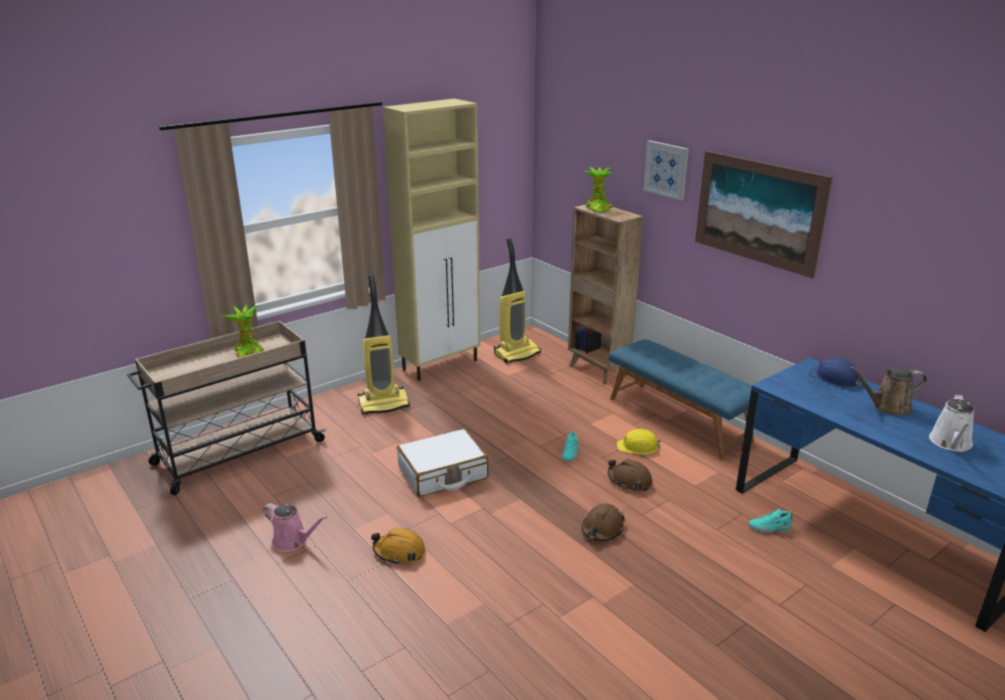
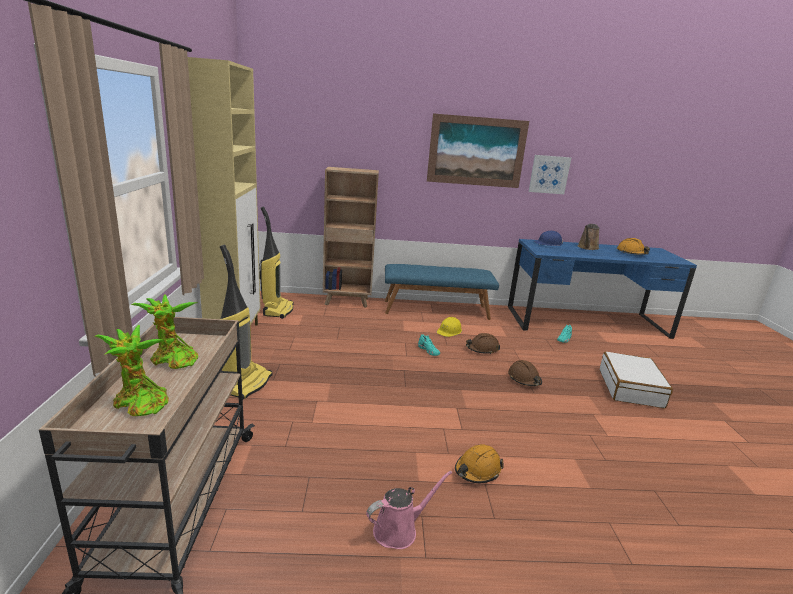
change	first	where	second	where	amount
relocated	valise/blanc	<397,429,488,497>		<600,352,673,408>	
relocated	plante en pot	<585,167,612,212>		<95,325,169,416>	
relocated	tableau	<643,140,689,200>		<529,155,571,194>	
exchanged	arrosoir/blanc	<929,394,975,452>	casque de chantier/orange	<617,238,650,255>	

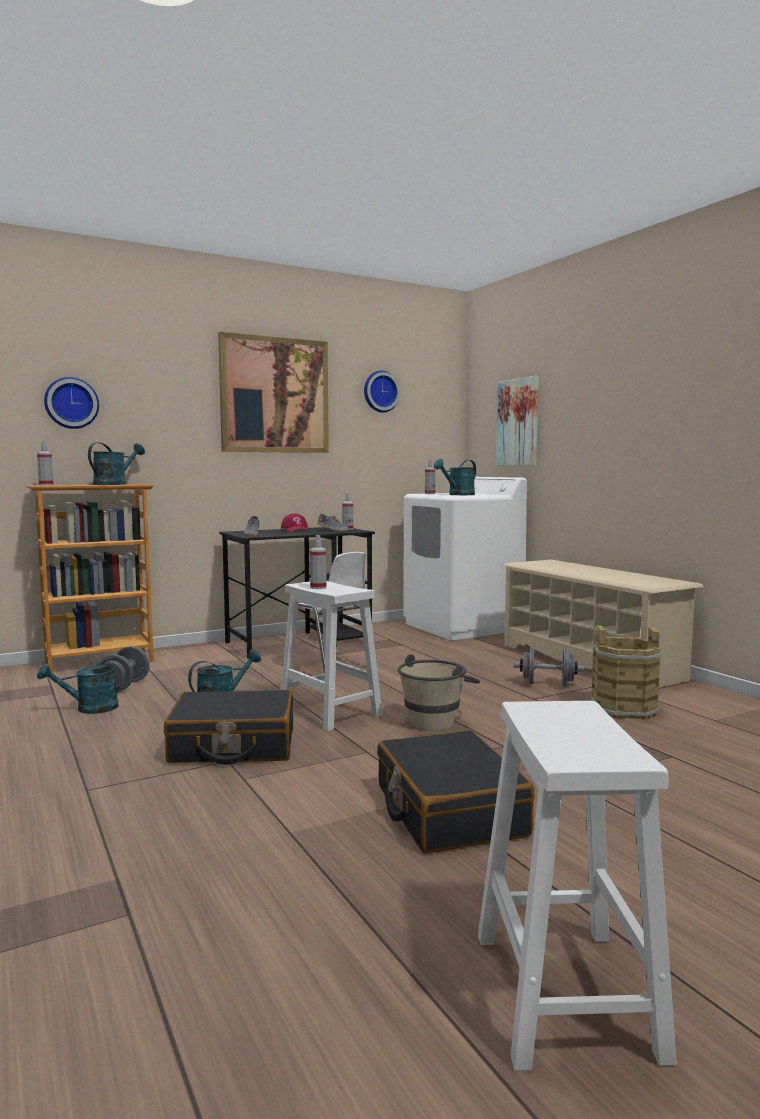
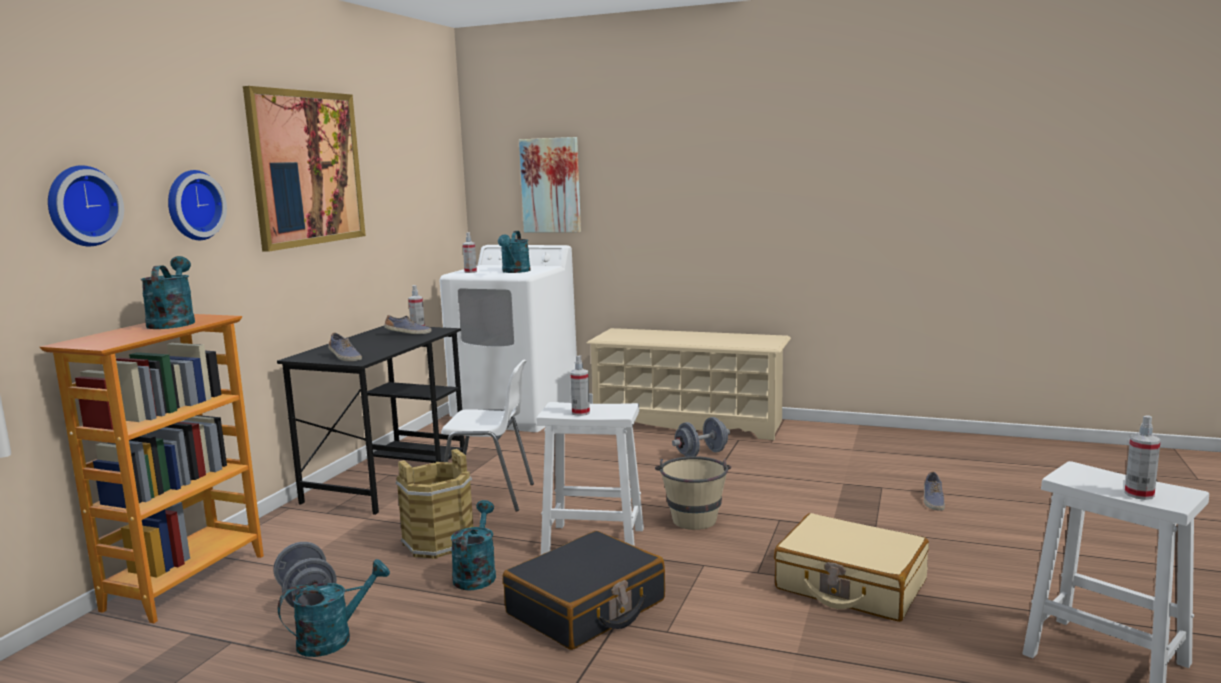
change	first	where	second	where	amount
missing	casquette/rouge	<281,513,309,532>			
appeared			chaussure	<924,472,945,511>	
relocated	vaporisateur	<37,441,53,486>		<1125,415,1161,500>	
relocated	horloge murale	<364,371,400,413>		<168,170,227,240>	
relocated	seau/marron	<590,625,662,720>		<396,449,473,559>	
colour	valise/noir	<377,730,535,854>	valise/beige	<774,513,929,622>	
spun	arrosoir/turquoise	<37,656,127,714>		<278,559,390,657>	150 degrees counterclockwise

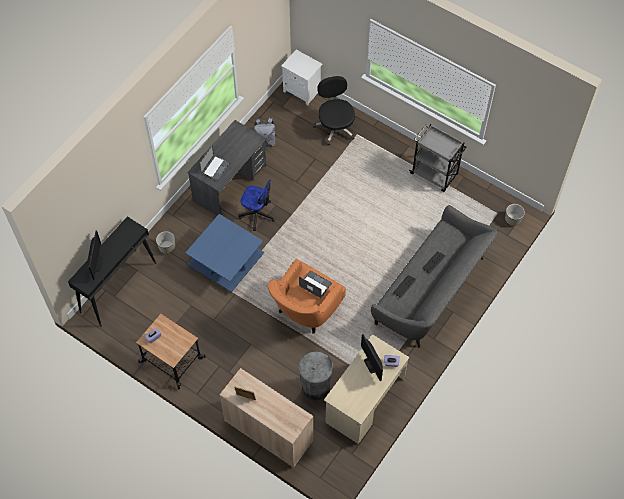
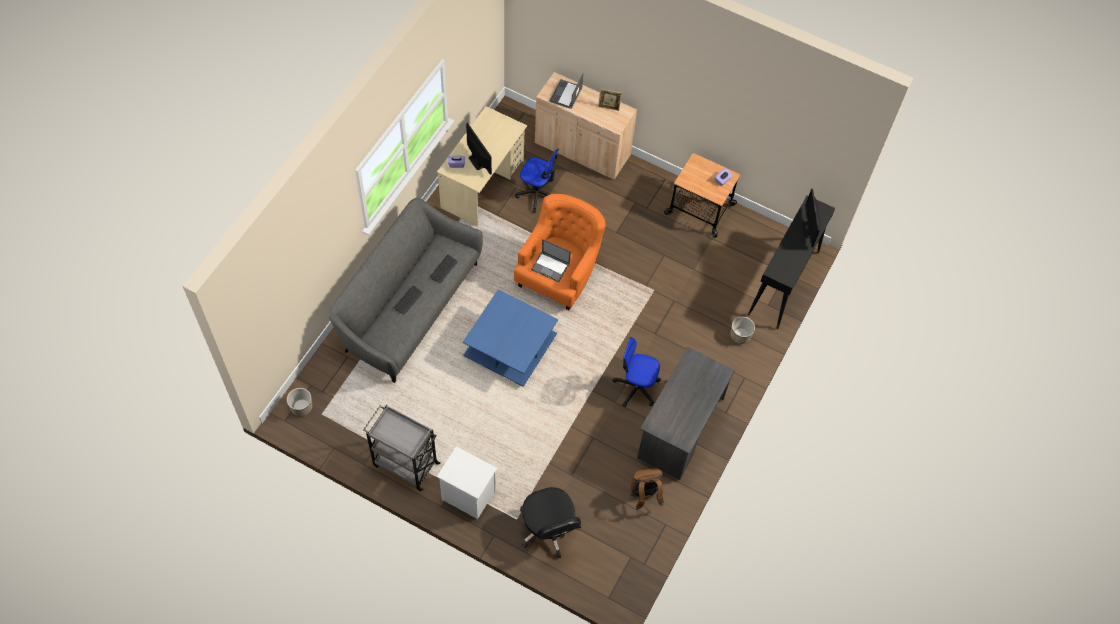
change	first	where	second	where	amount
relocated	table basse/bleu	<185,214,264,292>		<463,290,558,387>	
relocated	ordinateur portable	<199,145,231,181>		<550,74,583,109>	
relocated	table de chevet/blanc	<281,50,323,106>		<437,446,497,519>	
exchanged	poubelle/gris	<299,352,333,400>	chaise de bureau	<515,149,559,213>	
colour	sac à dos/gris	<254,118,277,147>	sac à dos/marron	<630,468,664,510>	

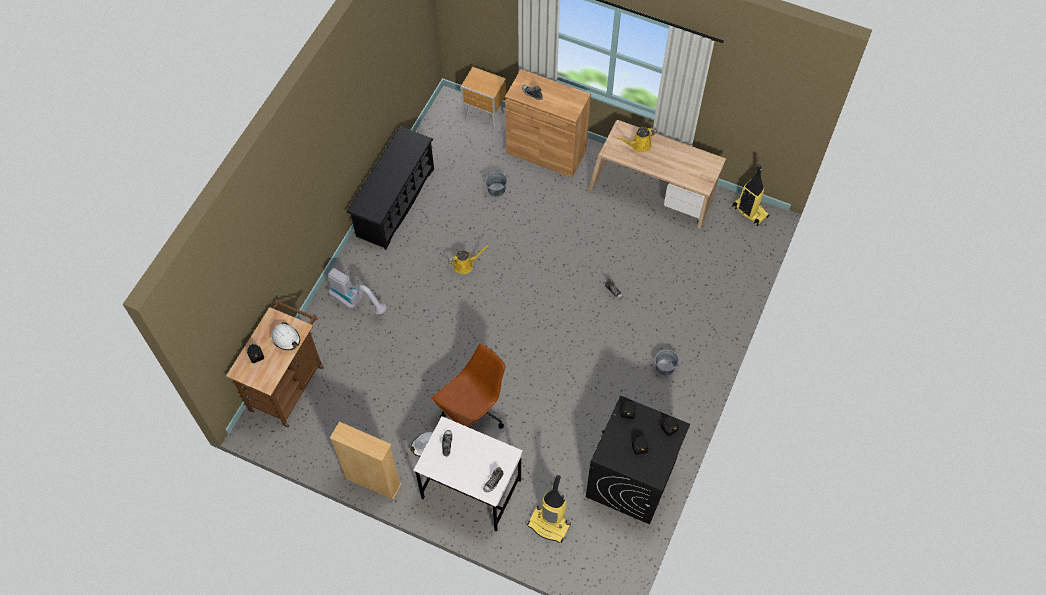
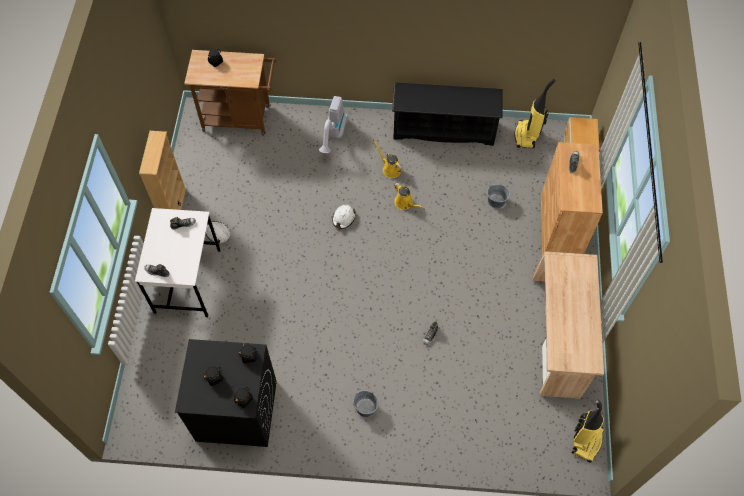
change	first	where	second	where	amount
missing	chaise de bureau/marron	<431,344,505,429>			
relocated	casque de chantier/blanc	<272,322,300,350>		<332,205,356,229>	
relocated	aspirateur	<527,475,571,543>		<514,79,555,148>	
relocated	arrosoir/jaune	<617,127,657,152>		<374,141,403,178>	

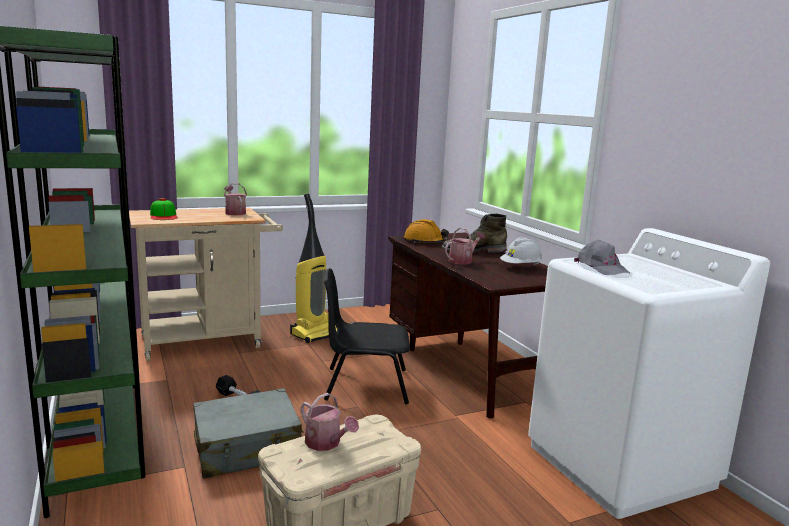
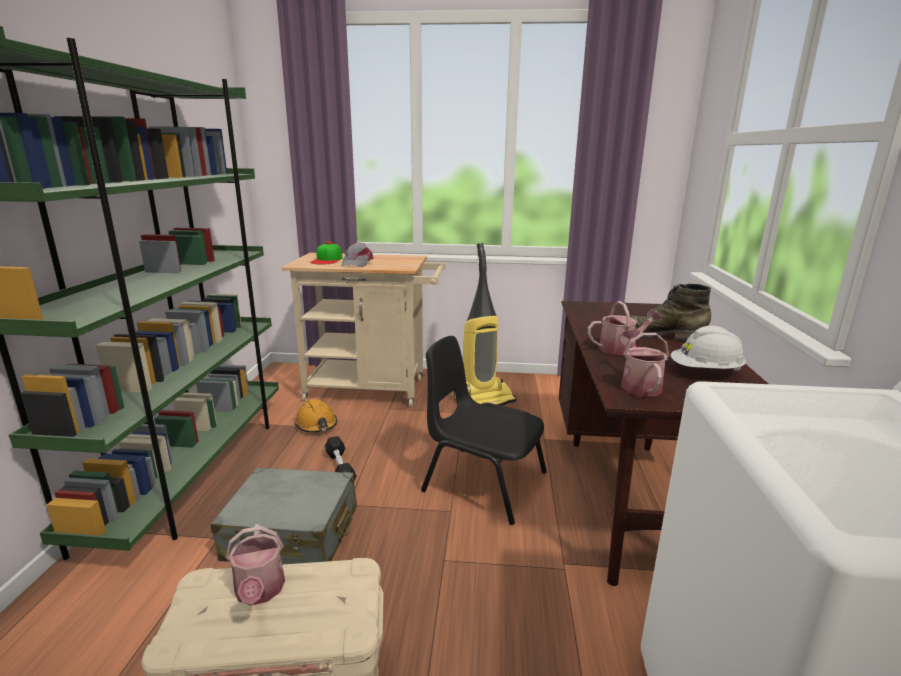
change	first	where	second	where	amount
relocated	arrosoir	<224,183,247,215>		<622,329,669,396>	
relocated	casque de chantier/orange	<404,219,449,243>		<295,399,337,433>	
relocated	casquette/gris	<574,240,630,275>		<341,242,374,267>	

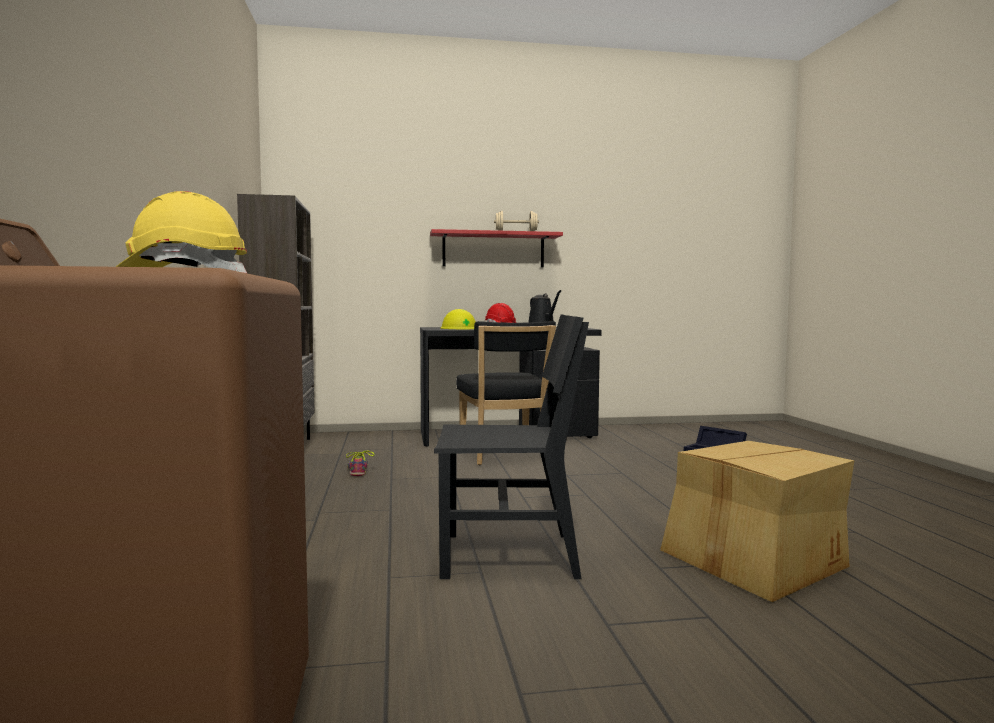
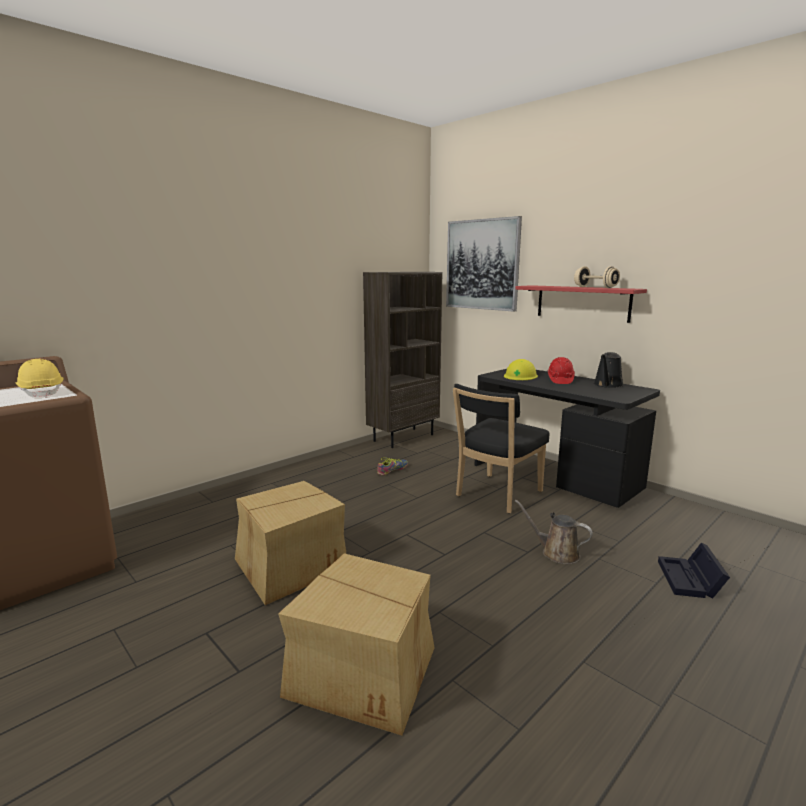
change	first	where	second	where	amount
appeared			tableau	<446,216,522,312>	
appeared			arrosoir/marron	<515,500,593,564>	
exchanged	chaise/noir	<434,315,589,579>	carton	<235,481,347,605>	

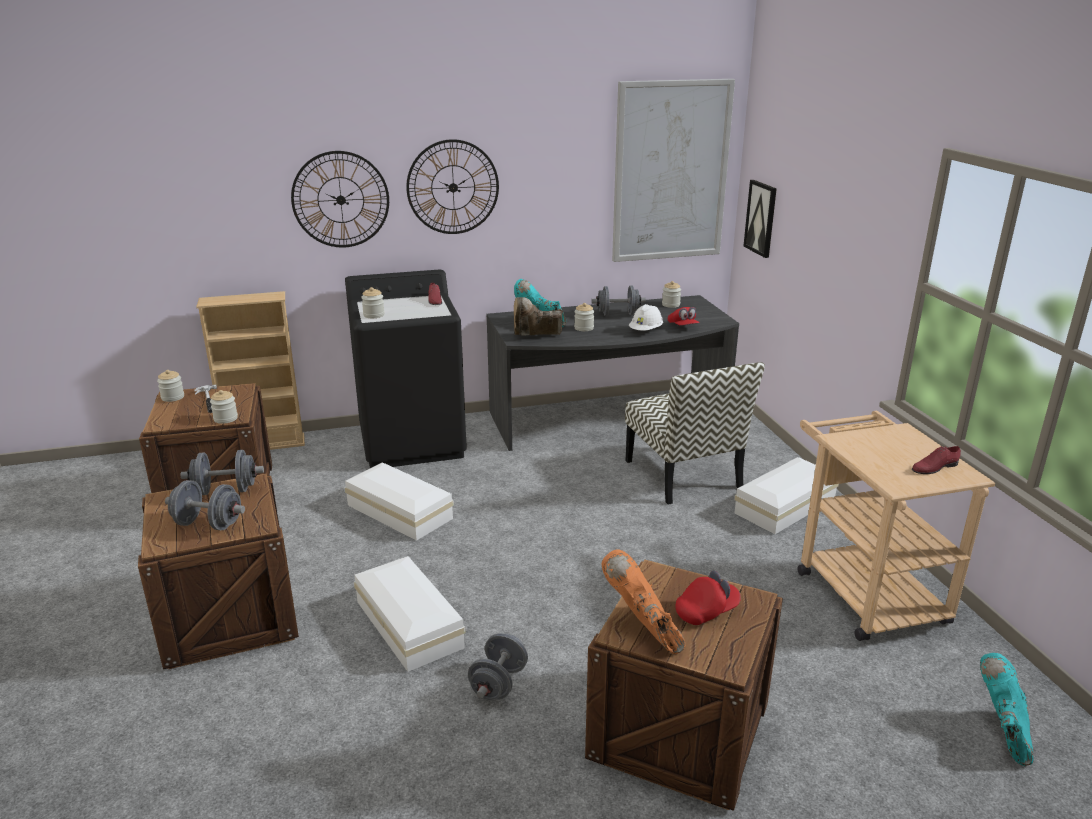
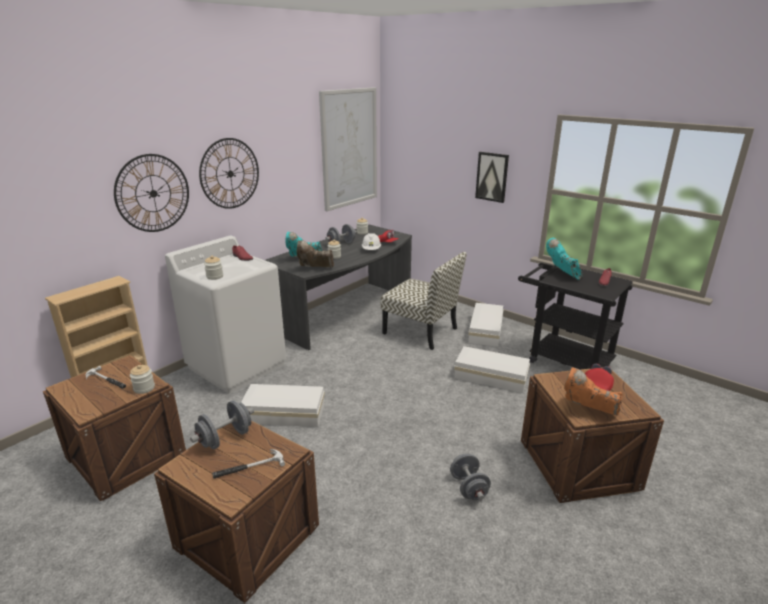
change	first	where	second	where	amount
missing	bocal	<157,370,184,402>			
relocated	boîte de rangement/blanc	<354,556,466,672>		<454,346,530,393>	
relocated	tableau	<743,180,777,258>		<475,152,509,203>	
relocated	botte/turquoise	<980,653,1034,766>		<546,238,582,280>	
exchanged	haltère/gris	<165,480,245,530>	marteau	<212,449,285,479>	
colour	lave-linge/noir	<345,269,467,468>	lave-linge/blanc	<165,236,286,394>	
colour	chariot/beige	<797,411,995,641>	chariot/noir	<518,263,633,370>	
spun	botte/marron	<514,297,563,335>		<297,240,334,268>	45 degrees clockwise

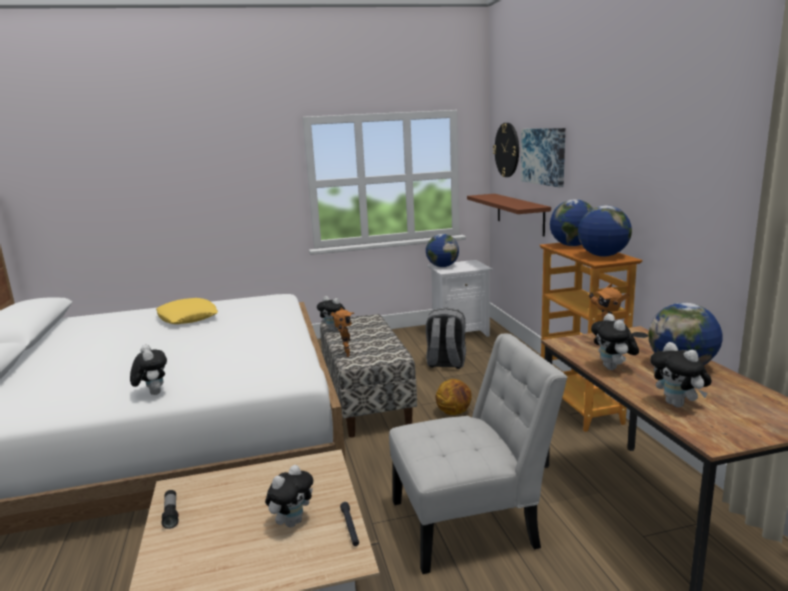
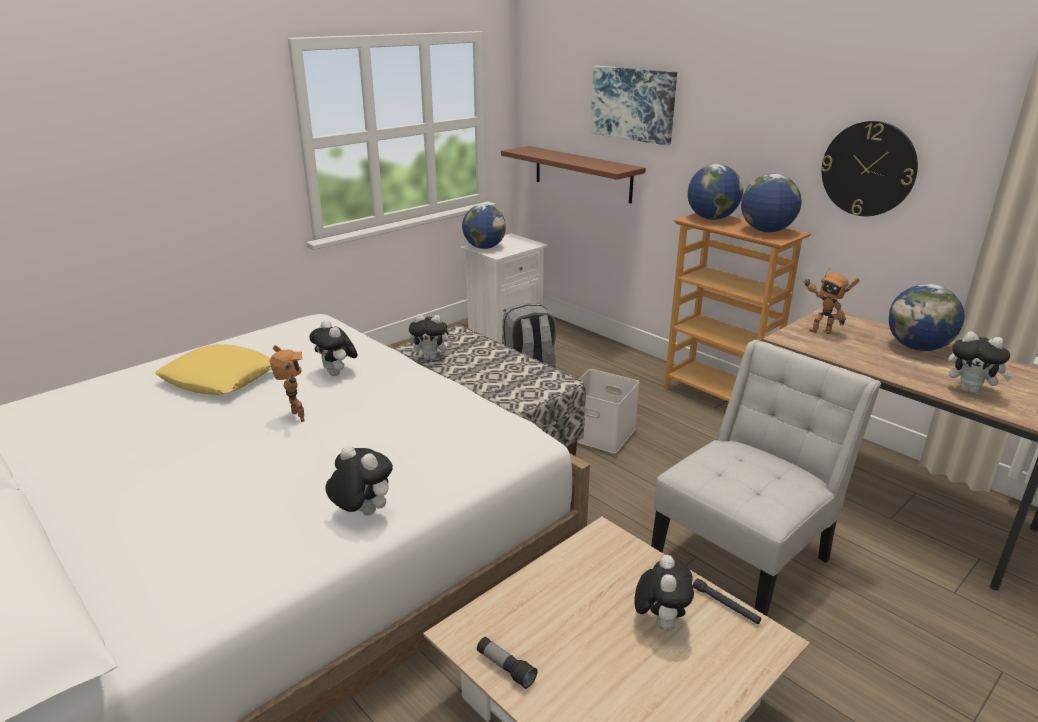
change	first	where	second	where	amount
relocated	robot jouet	<331,307,354,357>		<270,345,304,422>	
relocated	horloge murale	<493,123,519,177>		<821,121,918,216>	
relocated	peluche	<591,313,639,370>		<309,320,358,376>	
exchanged	ballon de basket	<436,379,472,415>	boîte de rangement/blanc	<577,369,640,454>	

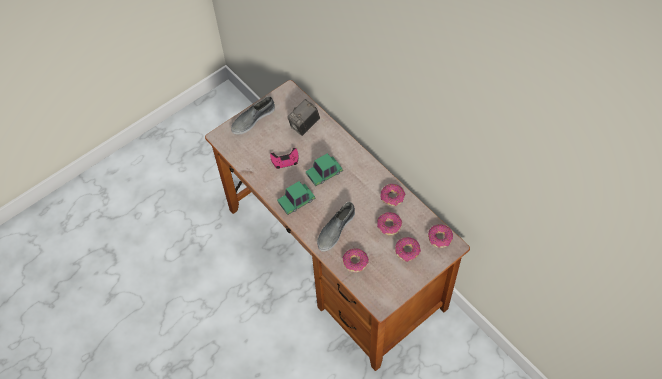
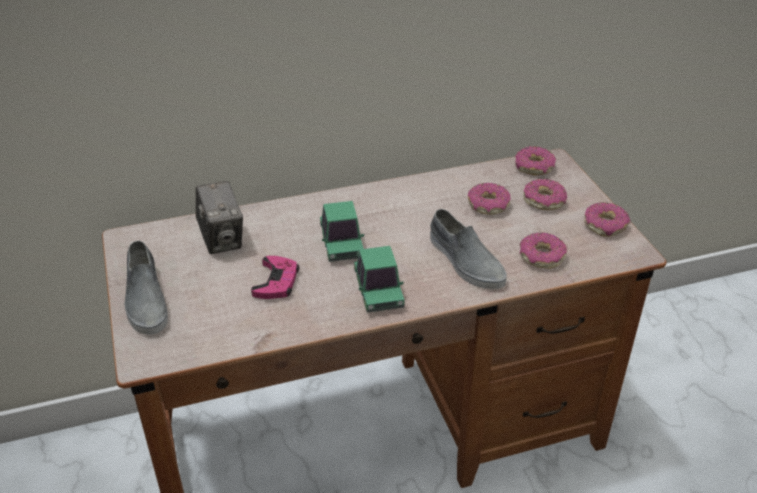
change	first	where	second	where	amount
relocated	beignet	<380,184,405,206>		<584,202,630,237>	

